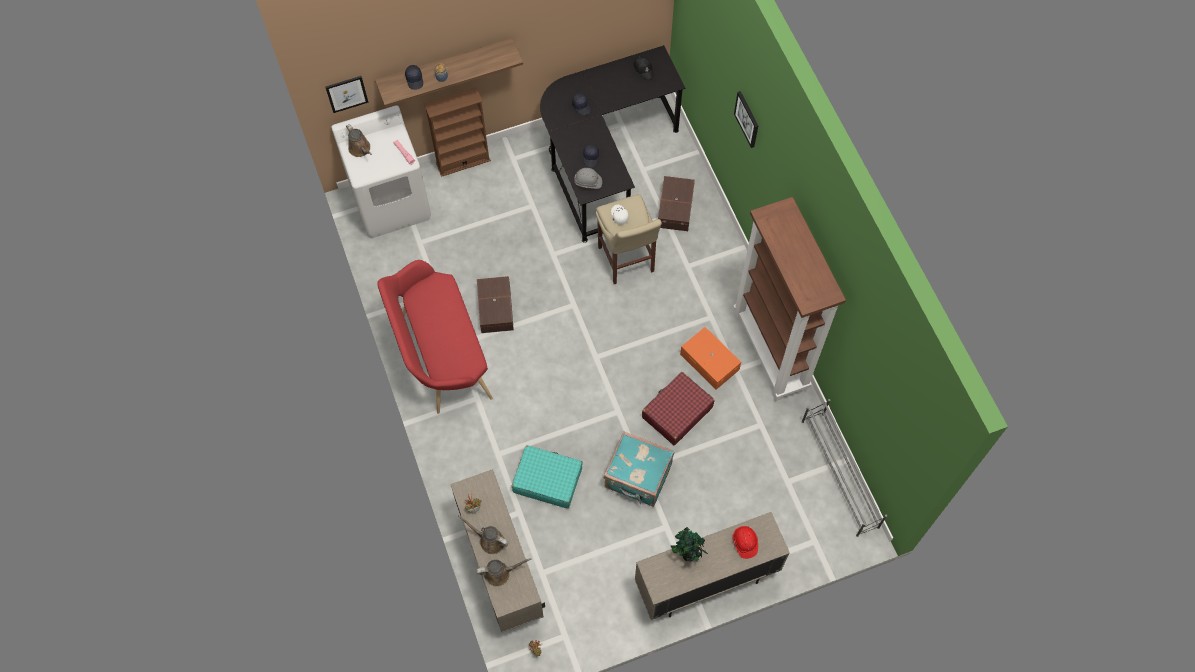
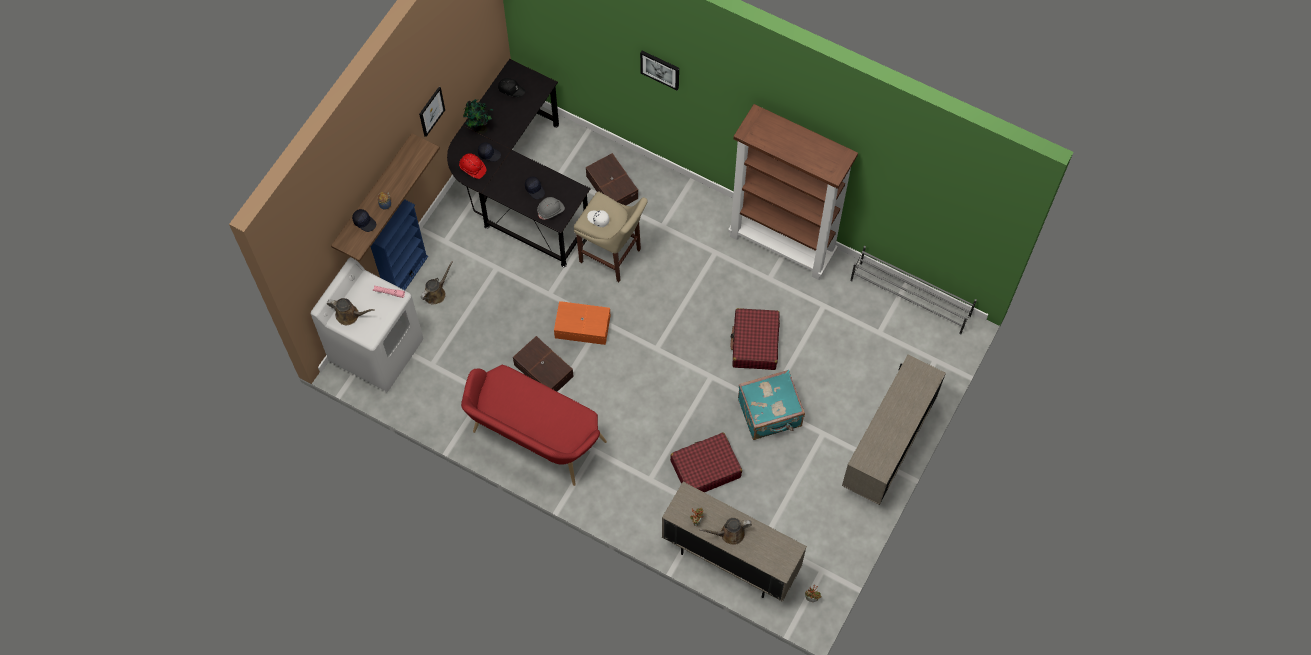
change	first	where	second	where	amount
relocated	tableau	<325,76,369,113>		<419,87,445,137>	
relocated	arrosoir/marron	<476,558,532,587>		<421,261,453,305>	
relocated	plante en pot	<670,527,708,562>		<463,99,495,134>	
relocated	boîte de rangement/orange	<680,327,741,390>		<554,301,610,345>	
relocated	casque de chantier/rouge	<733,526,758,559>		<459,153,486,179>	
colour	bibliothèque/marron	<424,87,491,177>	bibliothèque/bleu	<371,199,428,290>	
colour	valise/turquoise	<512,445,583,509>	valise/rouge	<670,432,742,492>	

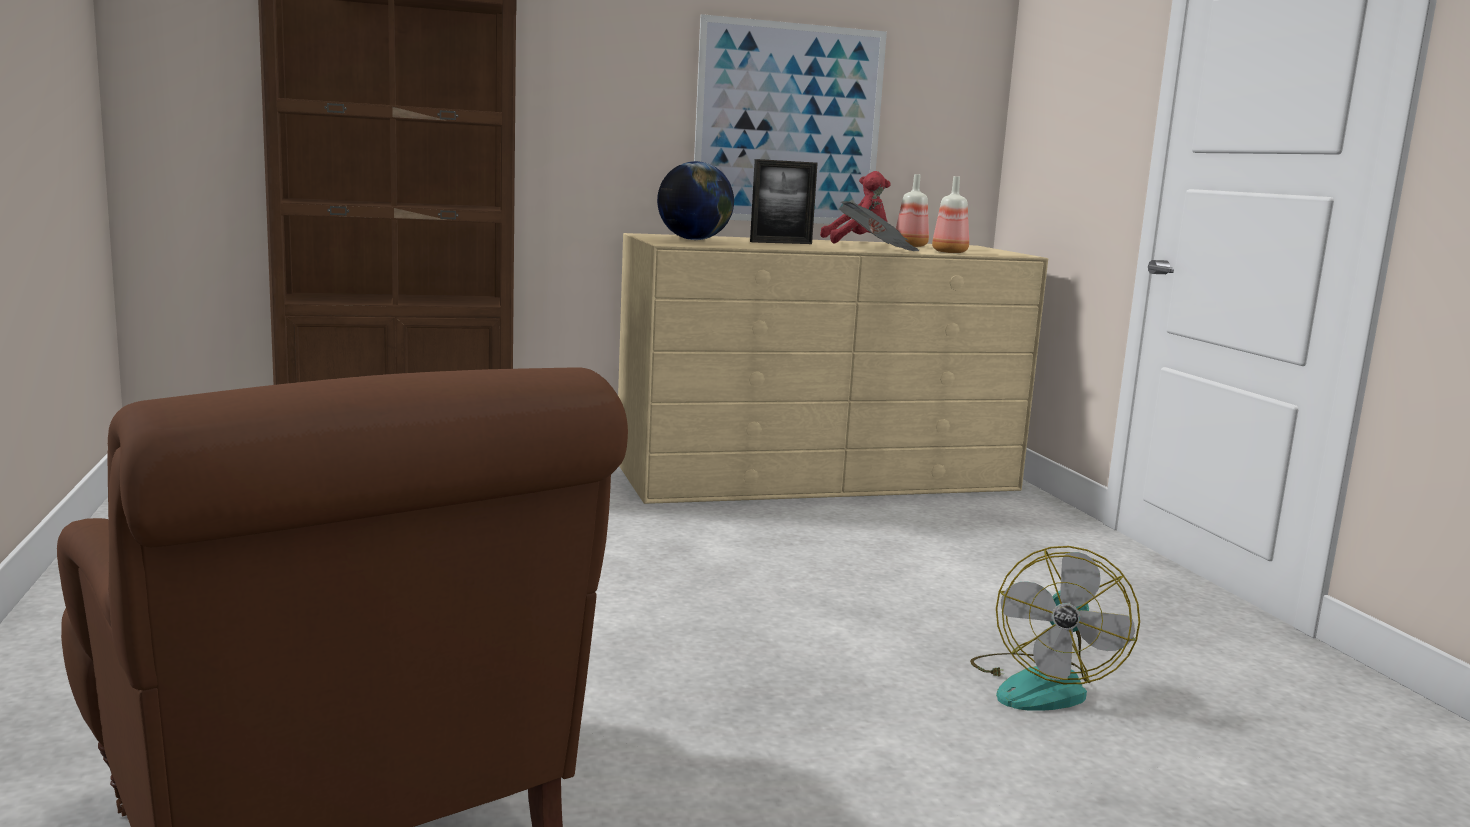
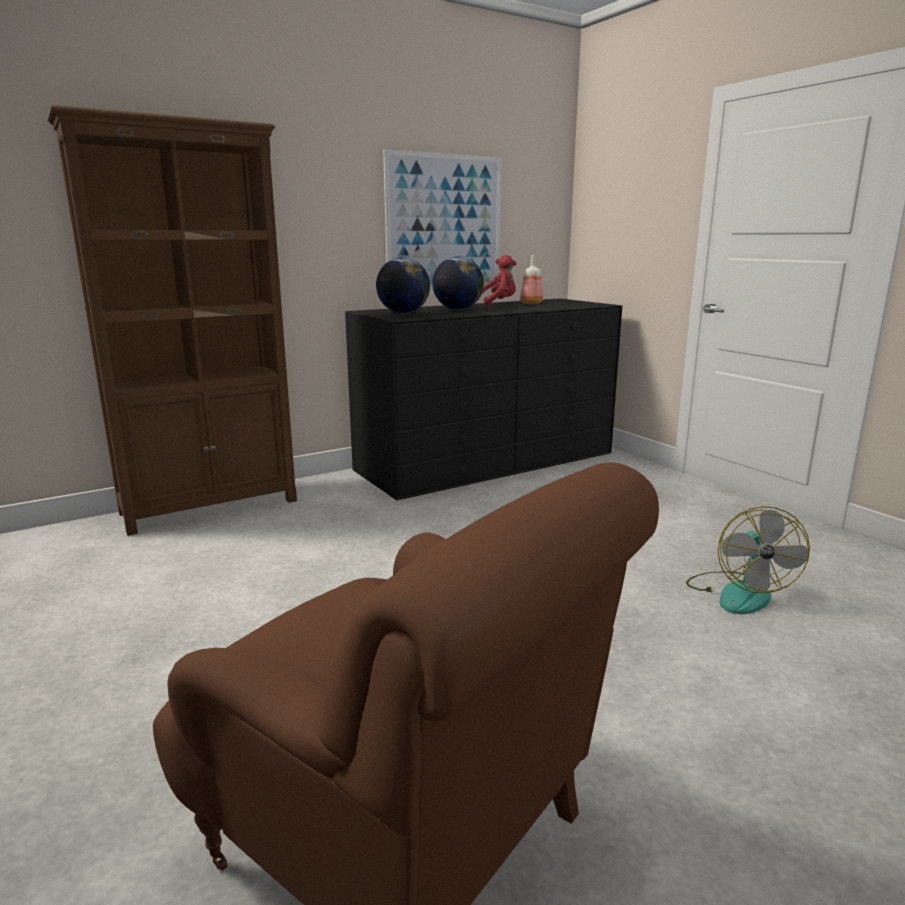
change	first	where	second	where	amount
missing	journal	<839,201,919,251>			
missing	bouteille	<932,176,969,253>			
exchanged	cadre photo	<750,159,818,244>	globe	<432,256,484,310>	
colour	commode/beige	<618,233,1048,504>	commode/noir	<345,298,622,500>	

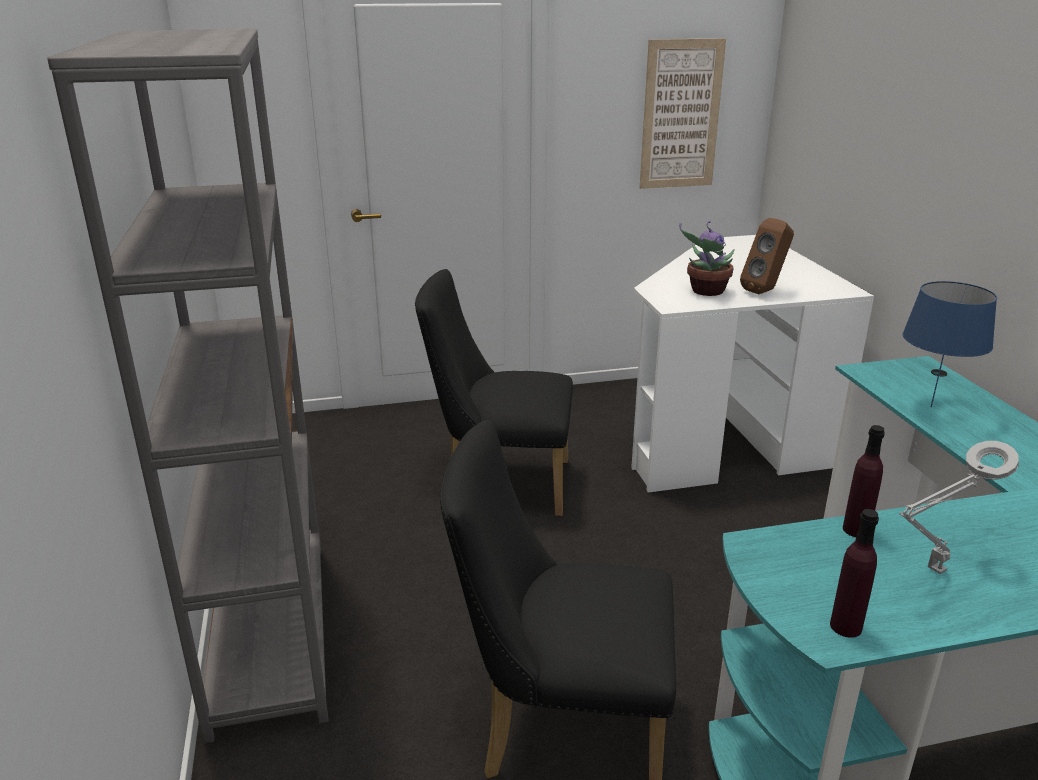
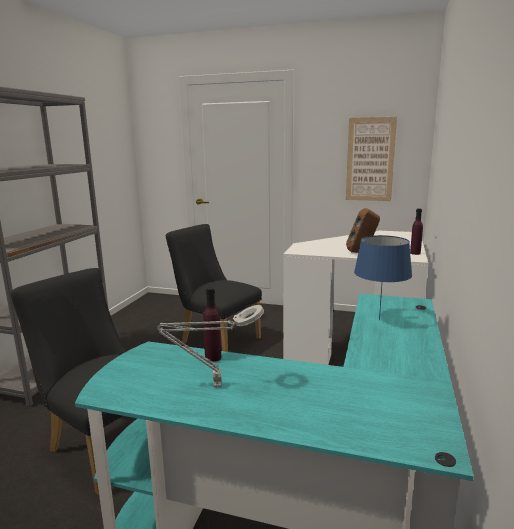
change	first	where	second	where	amount
missing	plante en pot	<679,221,735,296>			
relocated	bouteille/violet	<830,509,879,638>		<410,209,423,255>	

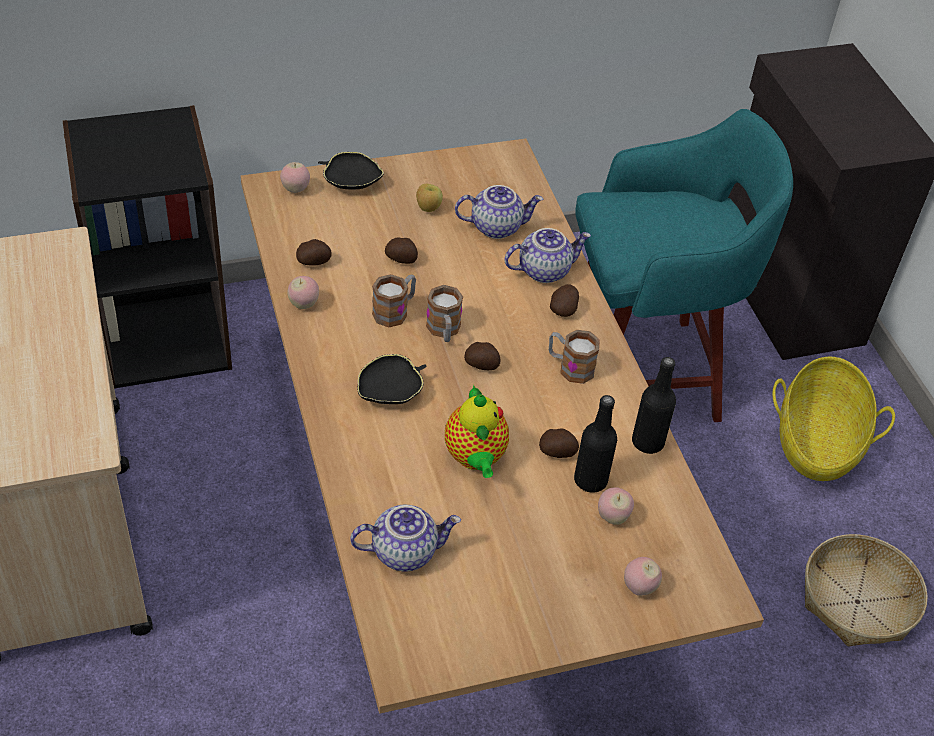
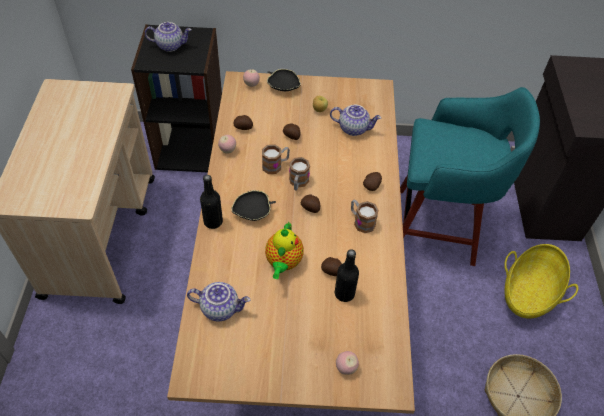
change	first	where	second	where	amount
missing	pomme	<598,487,634,525>			
relocated	théière	<504,228,591,283>		<145,22,192,52>	
relocated	bouteille/noir	<632,357,676,454>		<200,175,223,229>	

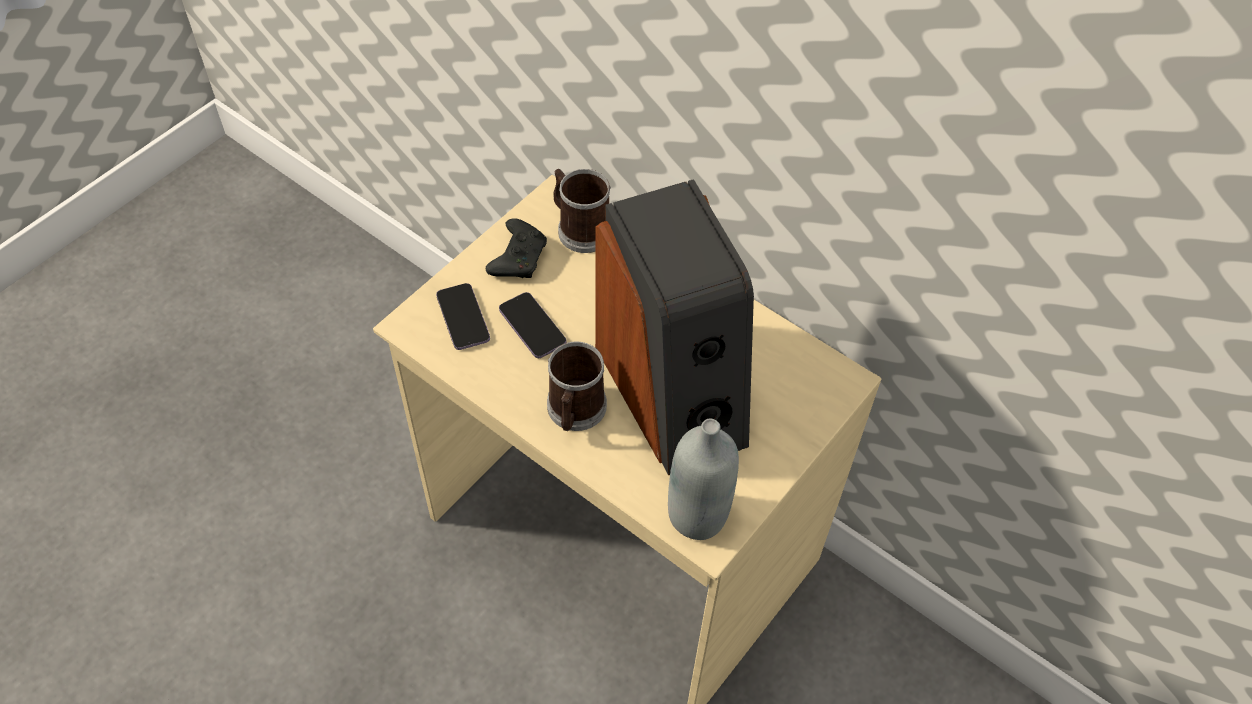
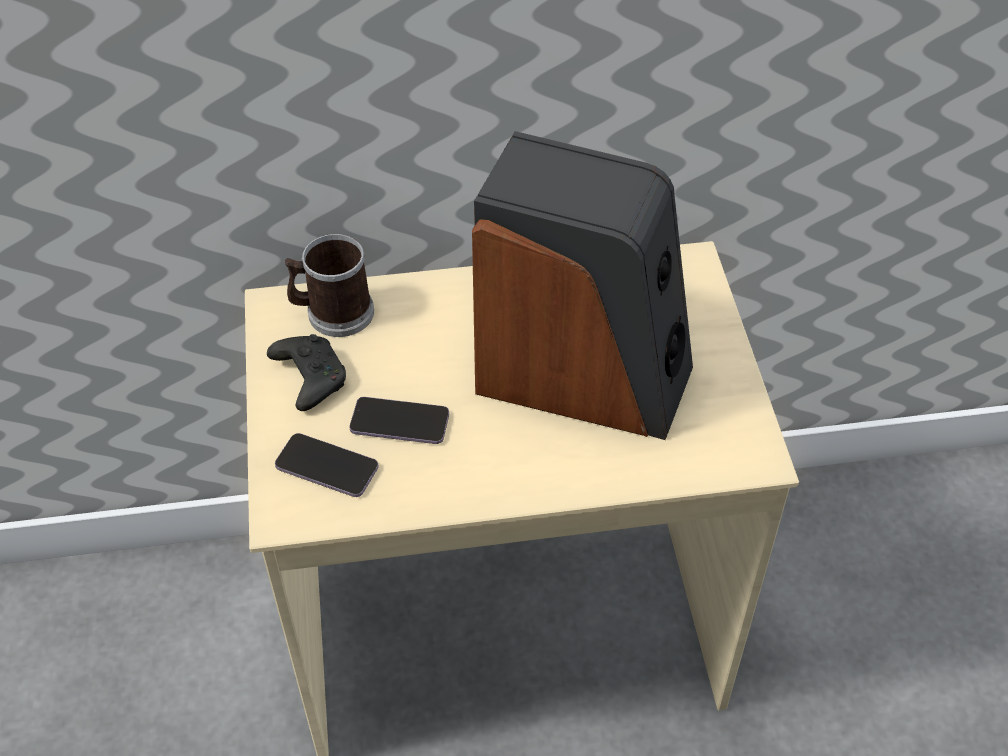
change	first	where	second	where	amount
missing	mug	<547,341,607,431>			
missing	bouteille/gris	<668,418,739,540>			

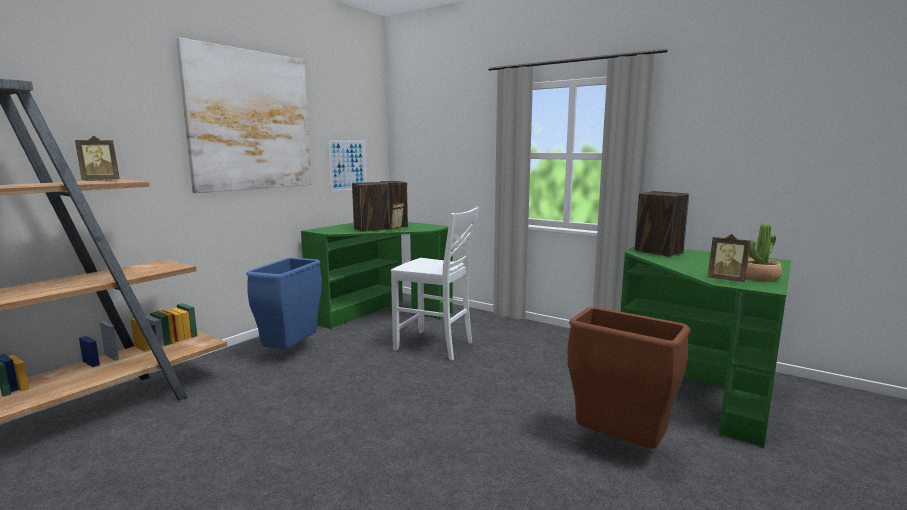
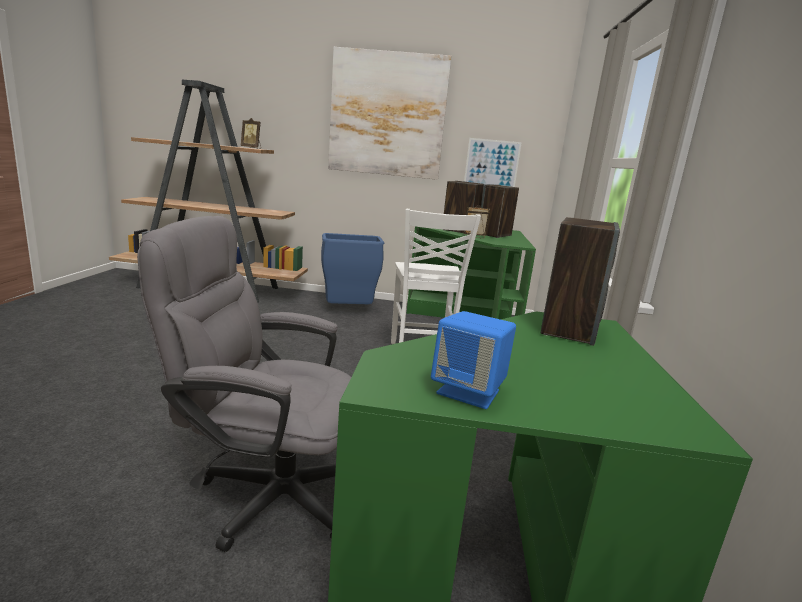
change	first	where	second	where	amount
missing	cadre photo	<707,234,751,282>			
exchanged	poubelle/marron	<567,307,690,449>	chaise de bureau/gris	<137,216,351,552>	
exchanged	plante en pot	<746,222,782,281>	enceinte/bleu	<431,311,516,409>	

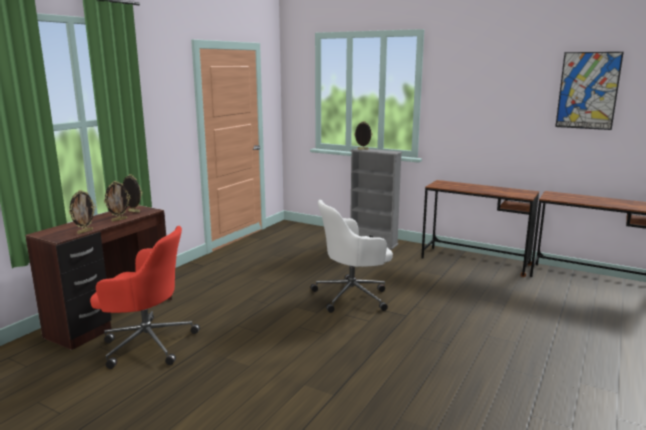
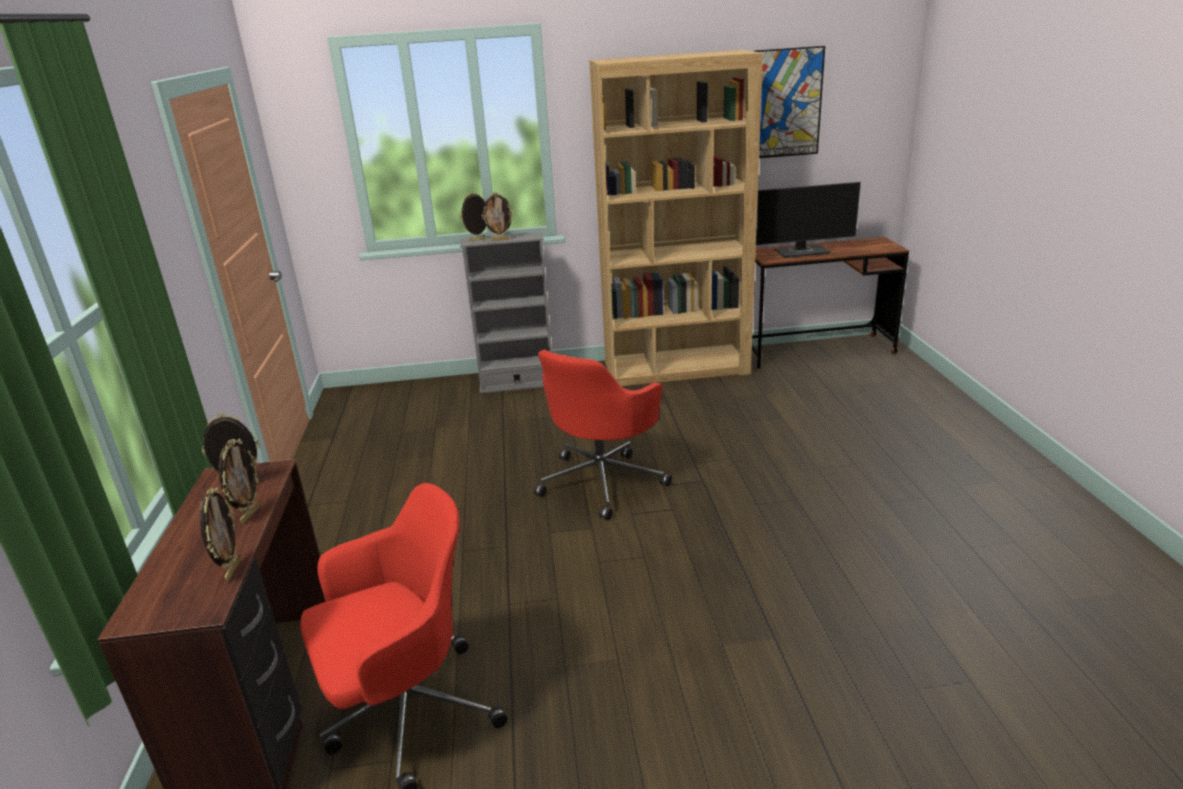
change	first	where	second	where	amount
appeared			cadre photo	<482,192,514,241>	
appeared			écran d'ordinateur	<756,182,861,258>	
exchanged	bureau/marron	<421,180,539,277>	bibliothèque/marron	<589,50,763,386>	
colour	chaise de bureau/blanc	<310,200,393,313>	chaise de bureau/rouge	<534,350,672,520>	

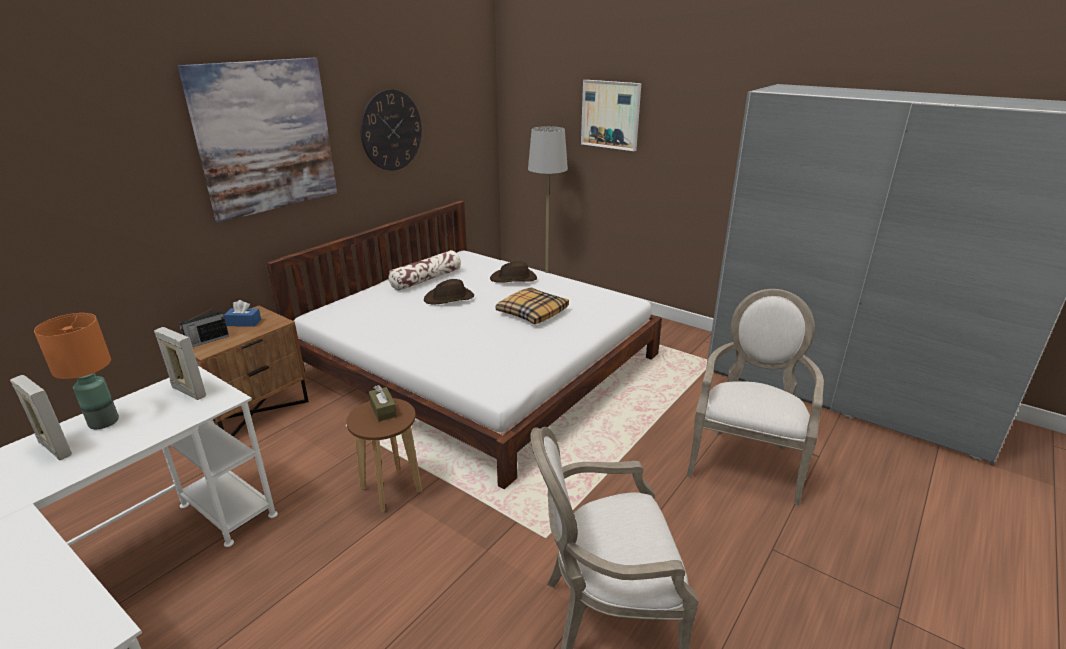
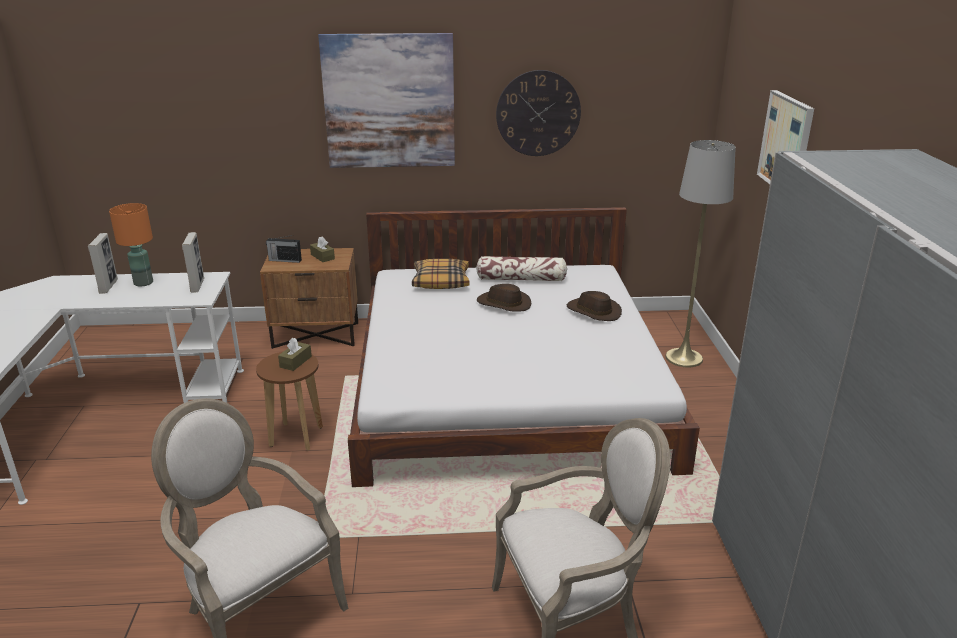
change	first	where	second	where	amount
relocated	coussin	<496,287,569,324>		<412,259,469,289>	
colour	boîte à mouchoirs/bleu	<224,300,261,327>	boîte à mouchoirs/marron	<310,236,335,262>	

